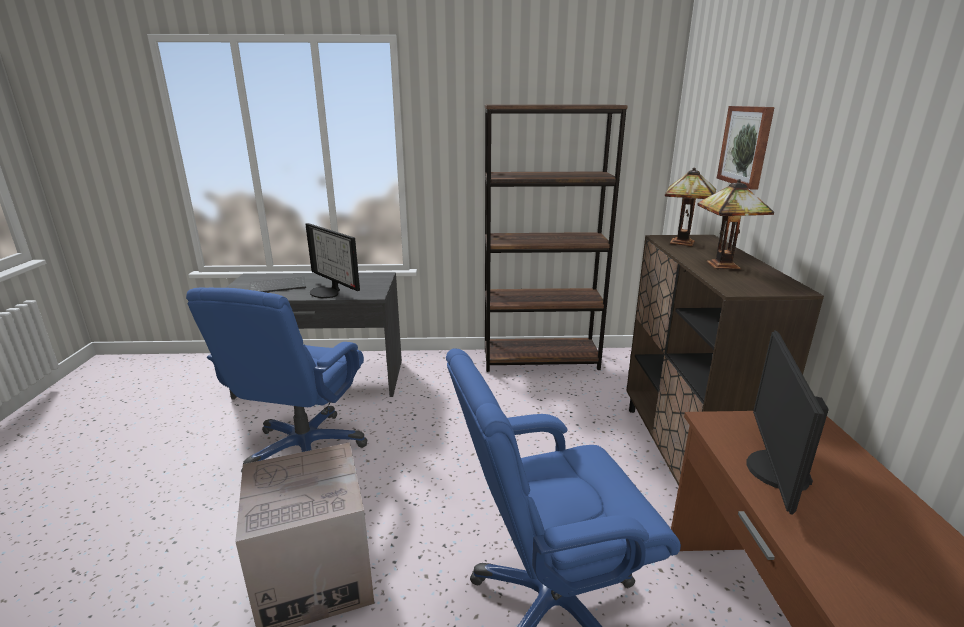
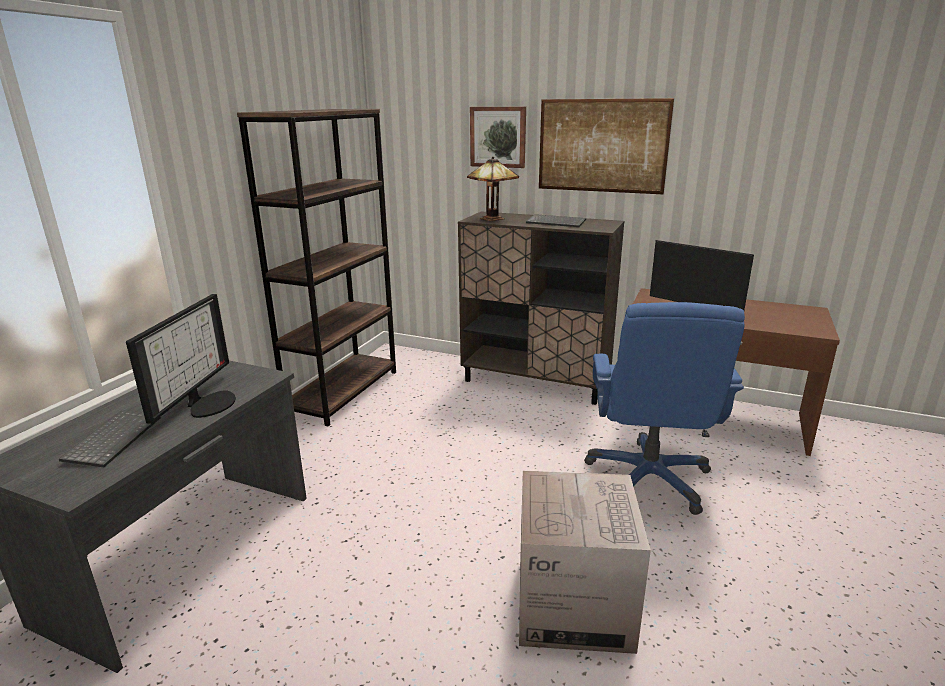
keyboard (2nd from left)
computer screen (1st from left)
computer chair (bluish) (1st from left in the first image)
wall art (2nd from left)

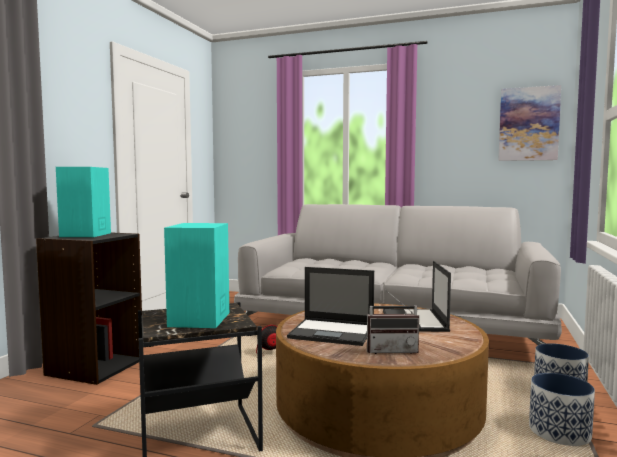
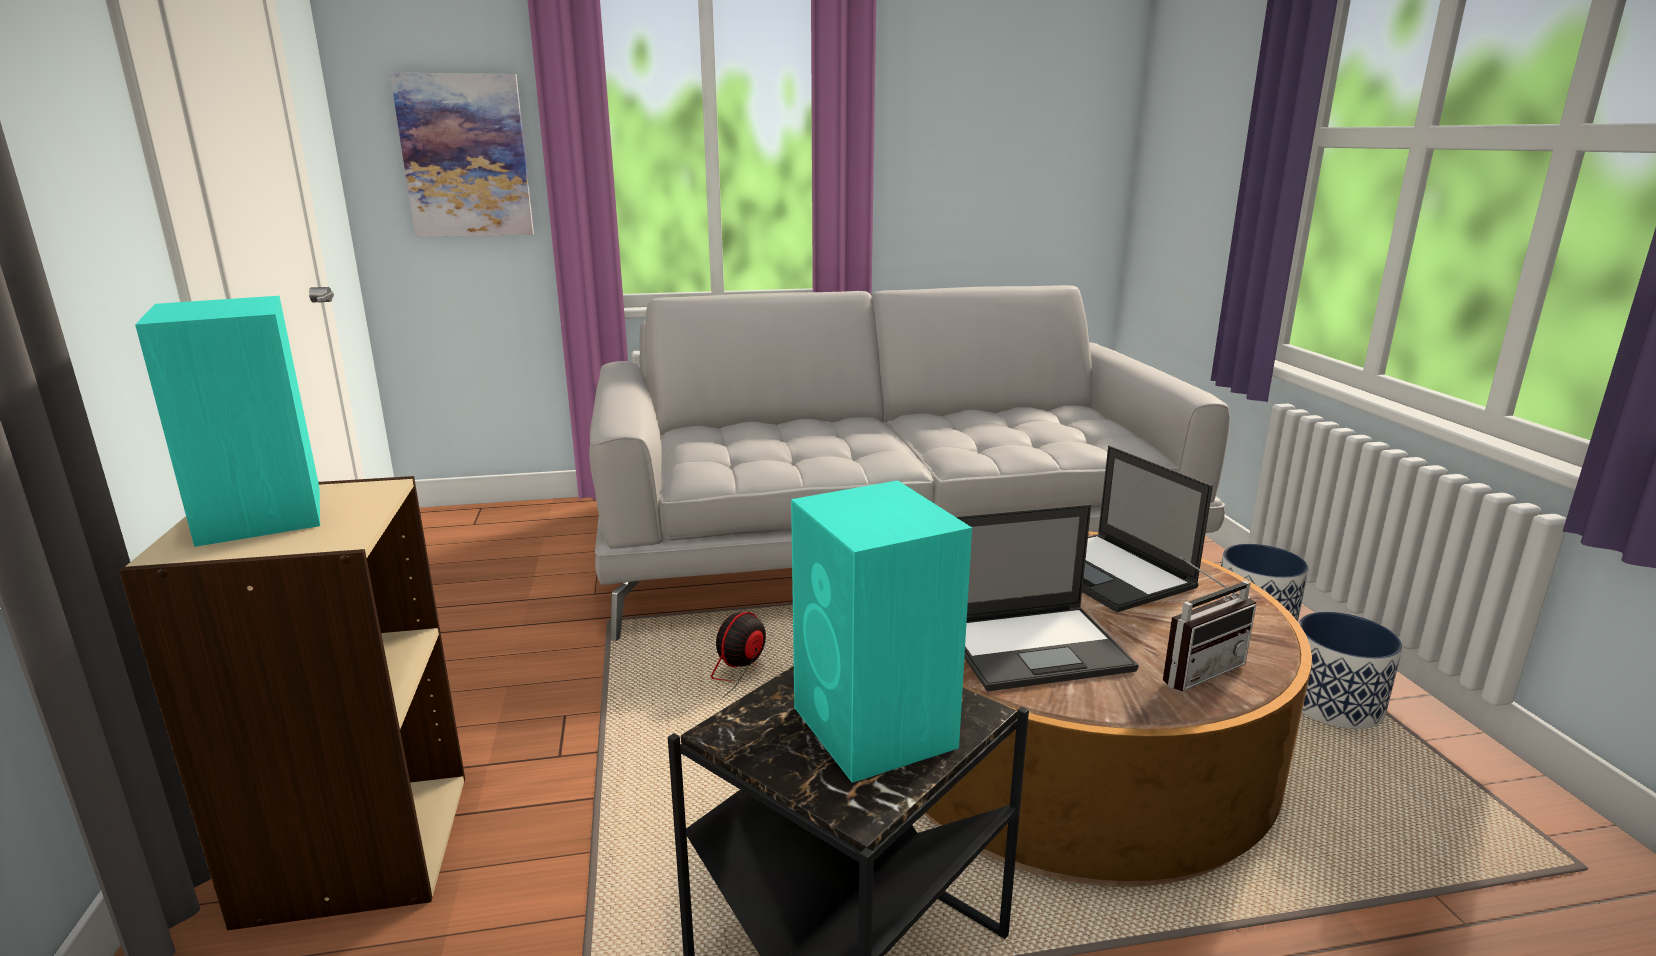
wall art
bookcase (beige-coloured)

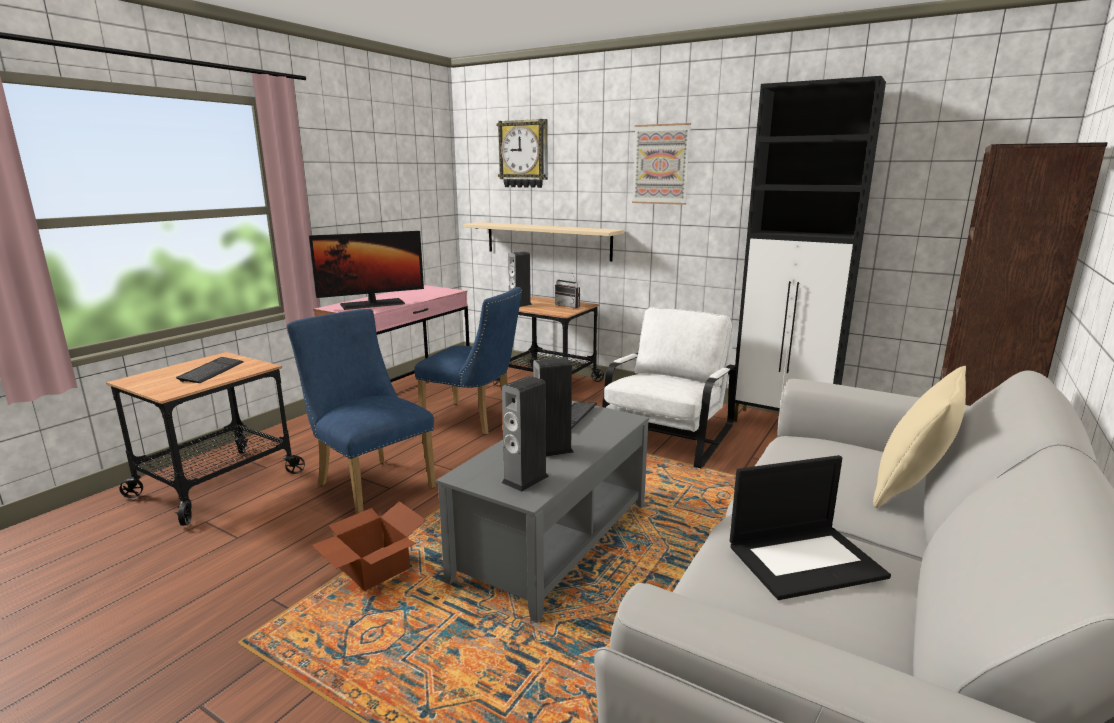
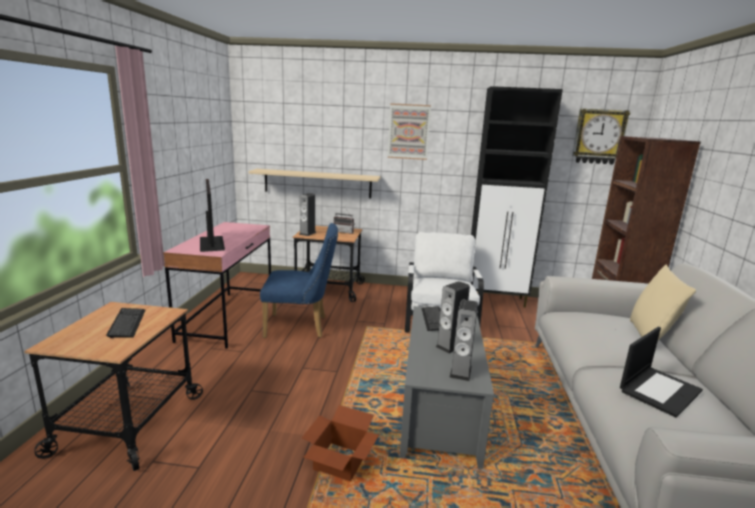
clock on the wall
computer screen
upright chair (bluish) (1st from left in the first image)

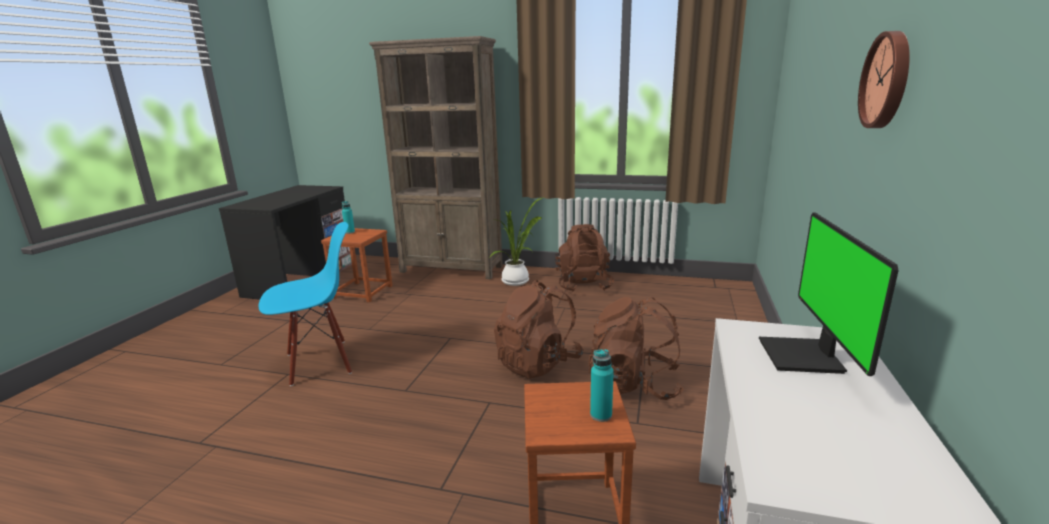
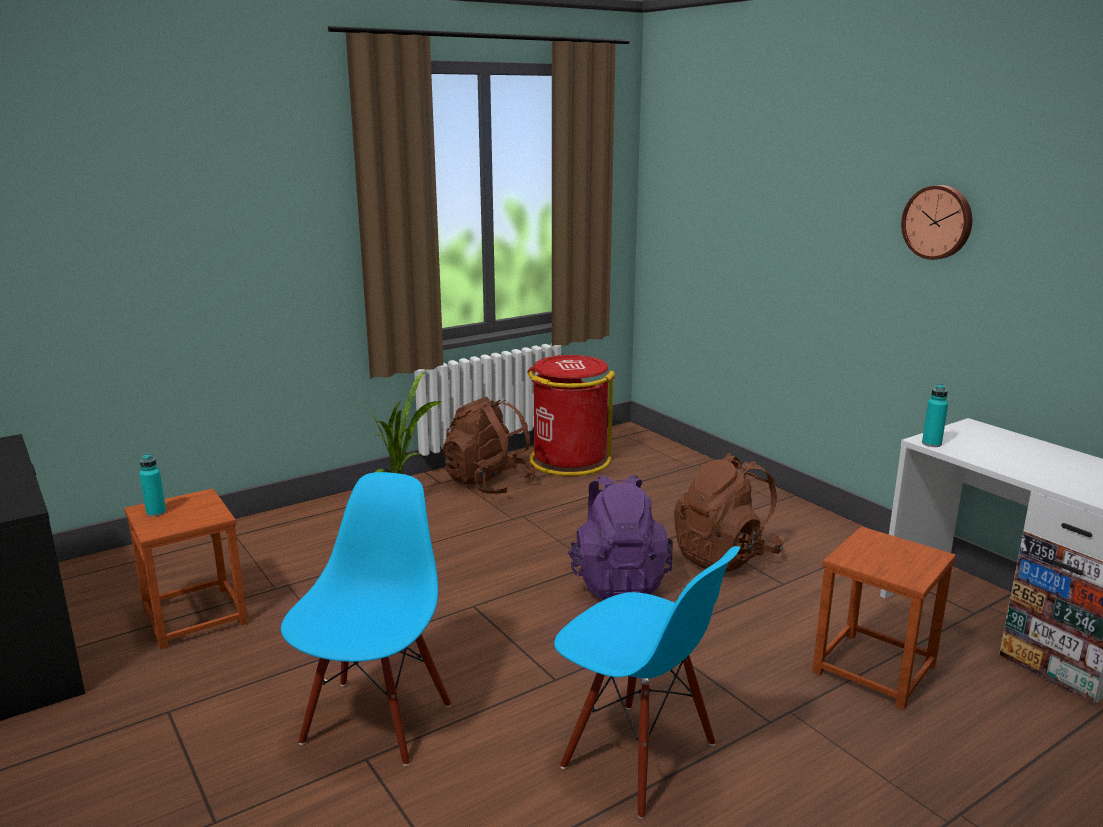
bookcase (brown)
computer screen
knapsack (purple-coloured)
drink bottle (turquoise-coloured) (2nd from left)
waste bin (reddish)
upright chair (bluish) (2nd from left)

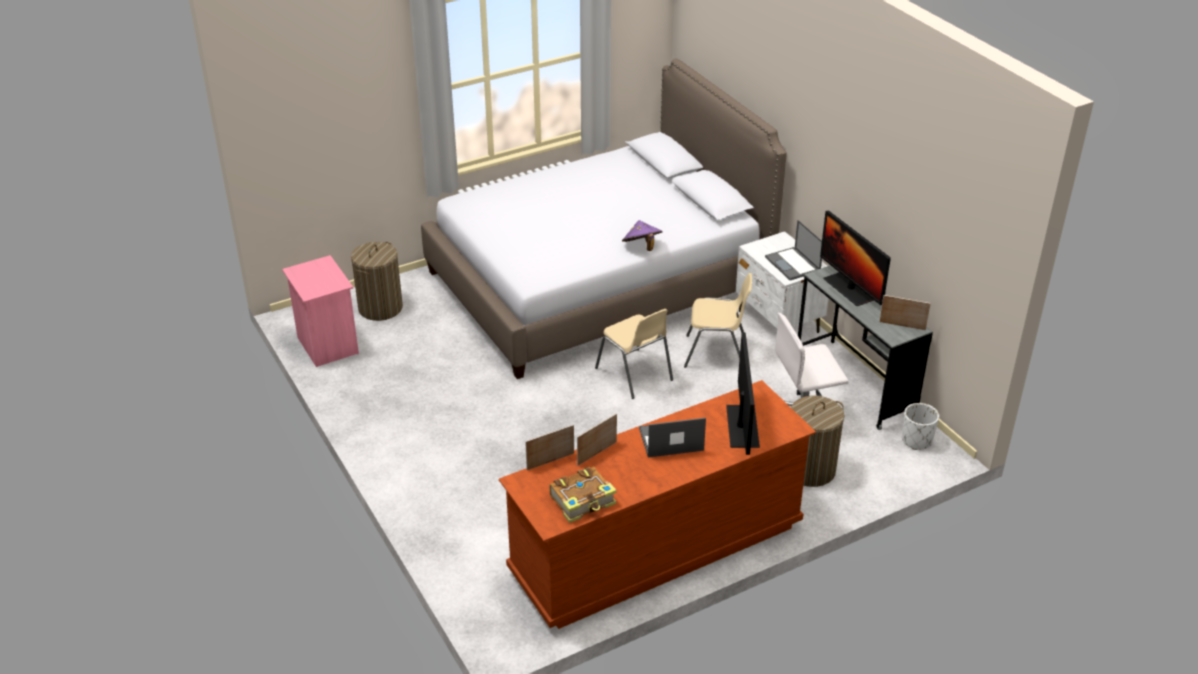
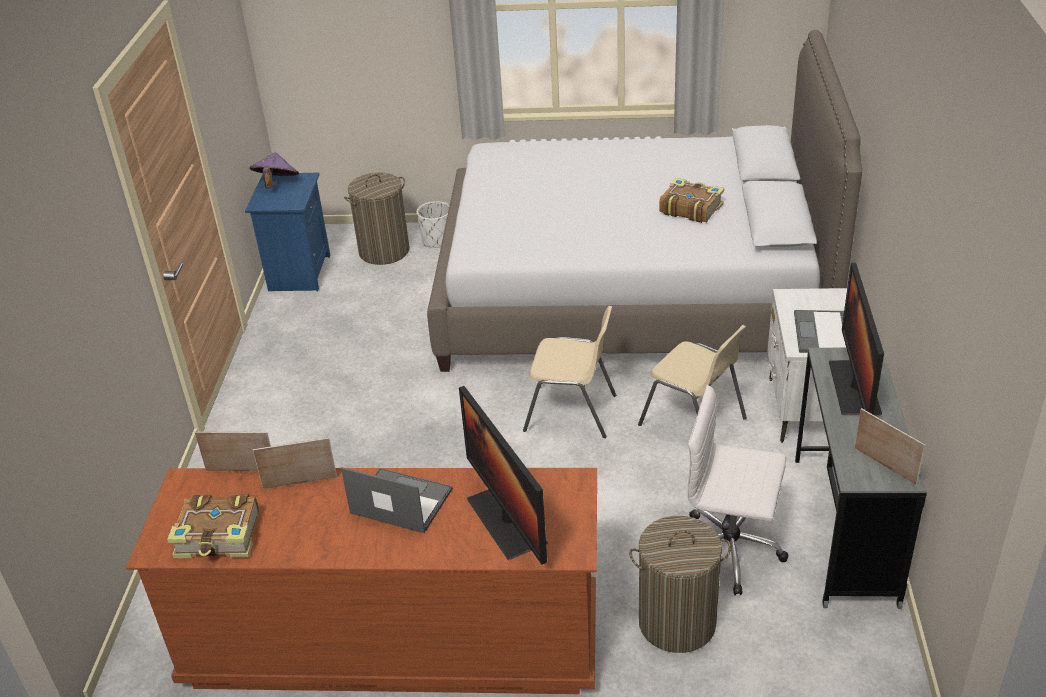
hat (purple-coloured)
night table (bluish)
upright chair (beige-coloured) (1st from left)
computer screen (1st from left)
planter (whitish)
book (2nd from left)

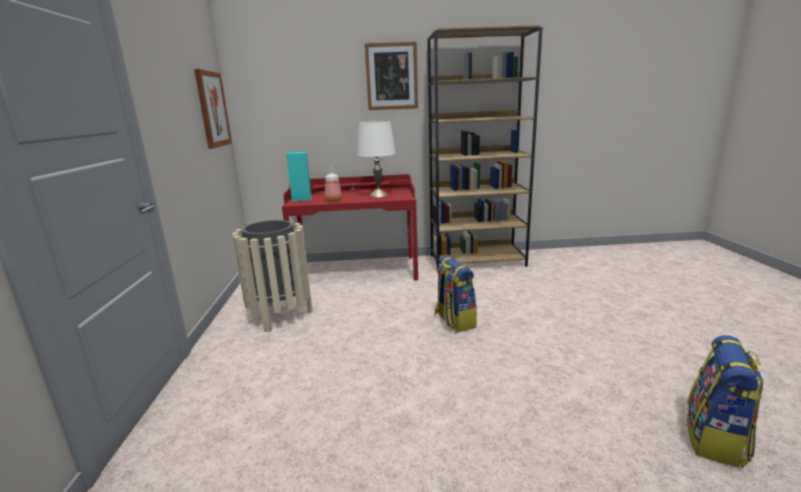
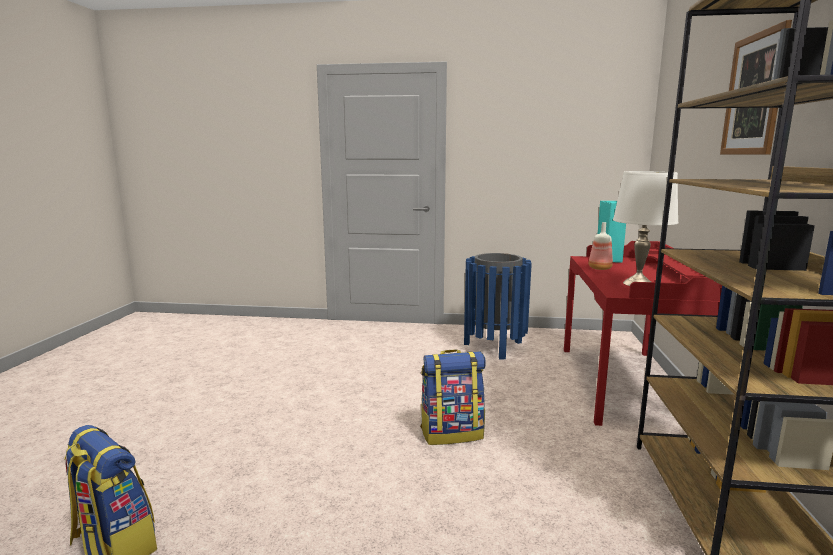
wall art (1st from left in the first image)
waste bin (bluish)

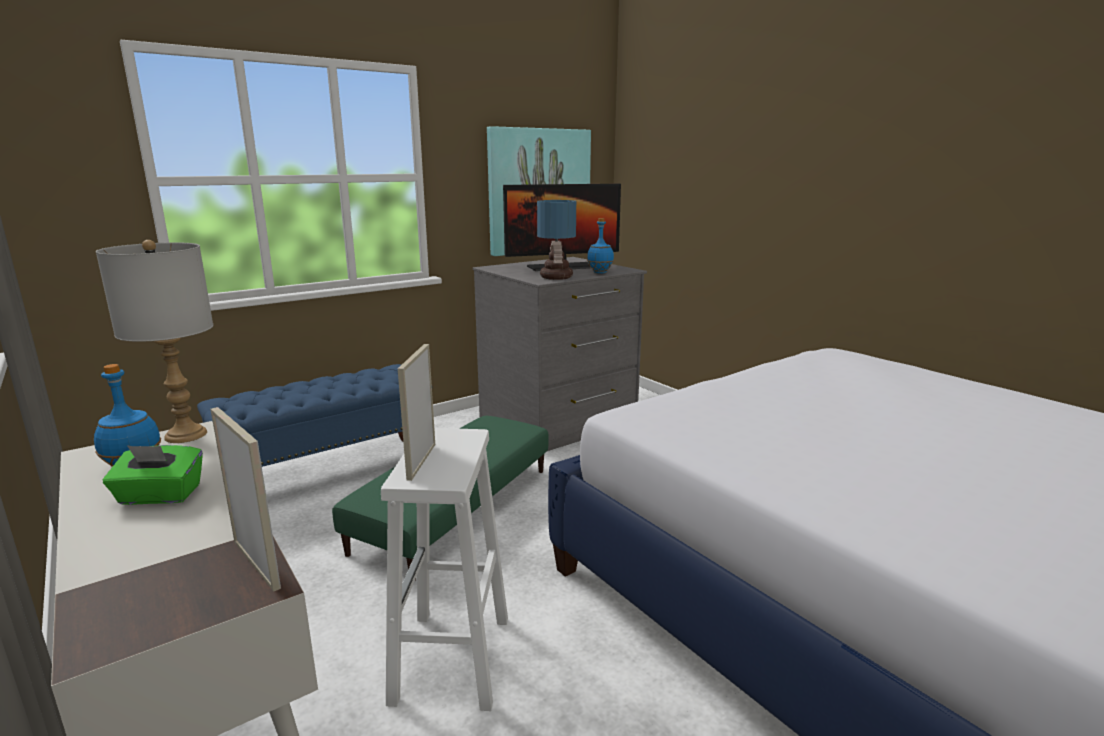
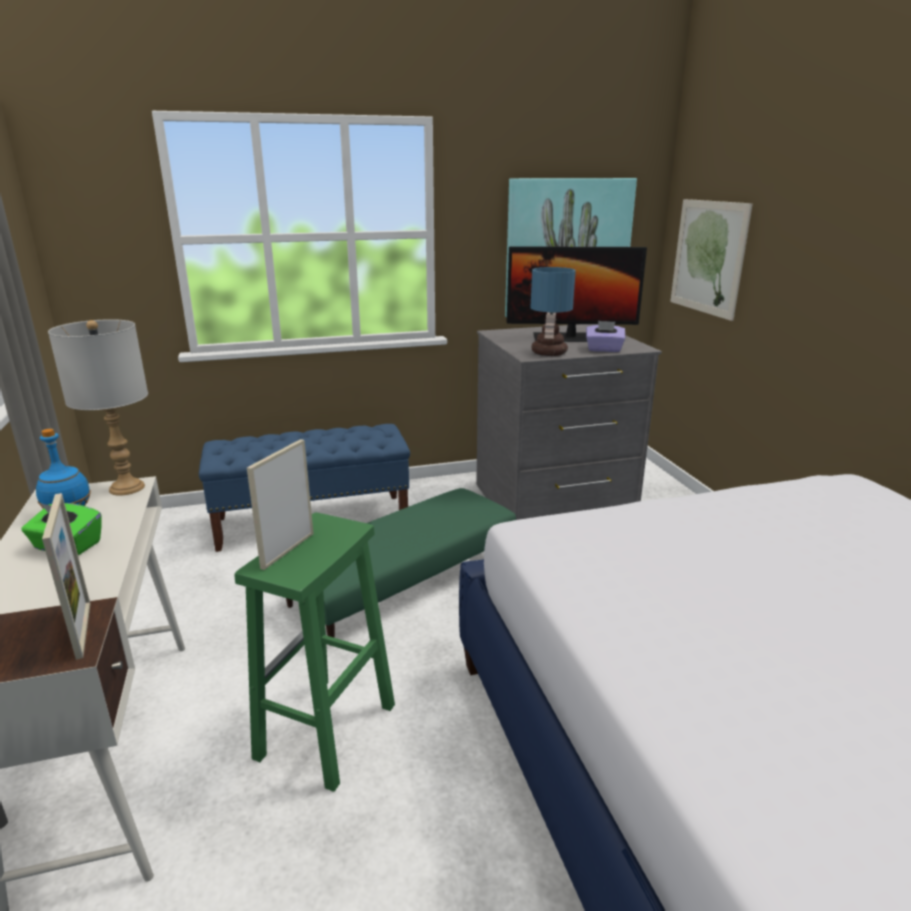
box of tissues (purple-coloured)
stool seat (greenish)
wall art (2nd from left)

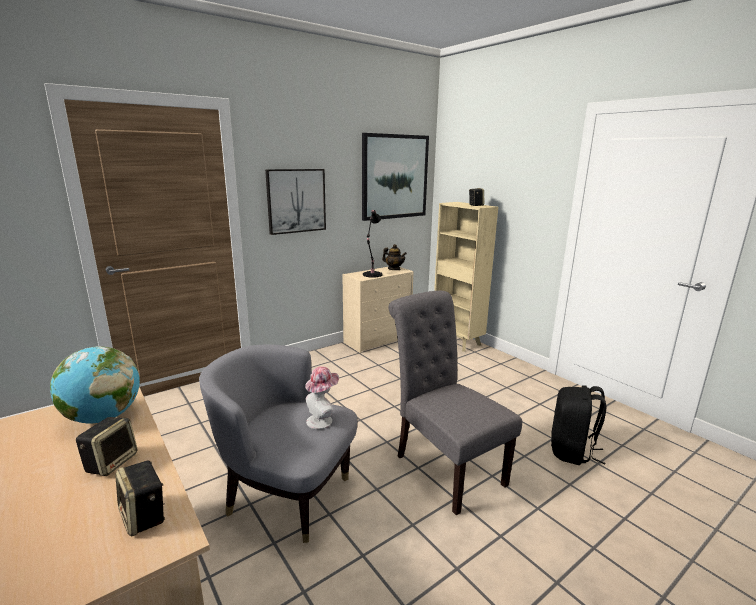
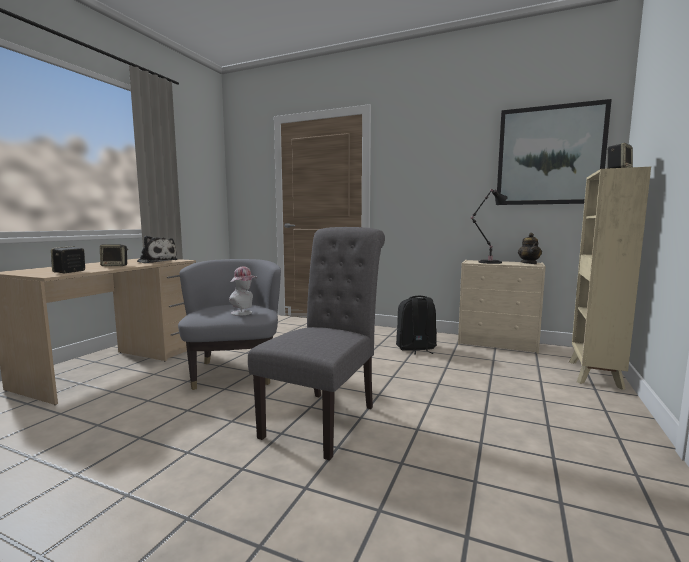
wall art (1st from left in the first image)
plush toy
knapsack (black)

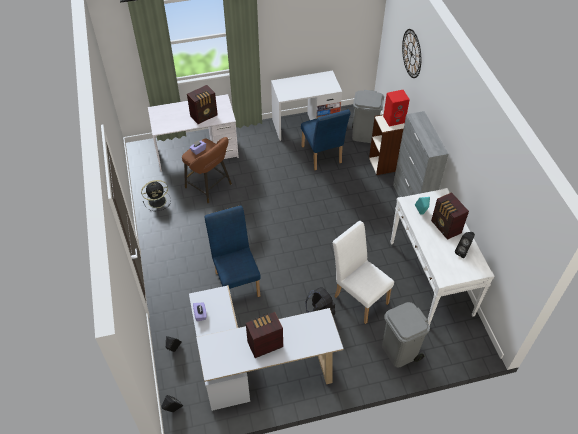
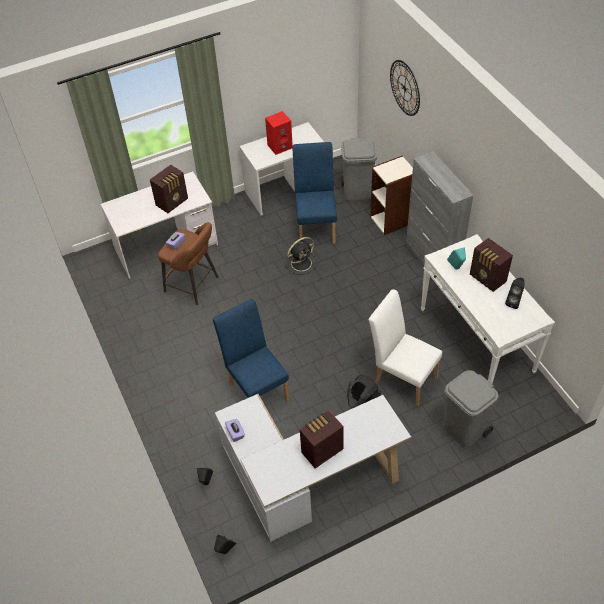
audio speaker (reddish)
upright chair (bluish) (2nd from left)
electric fan (black)

